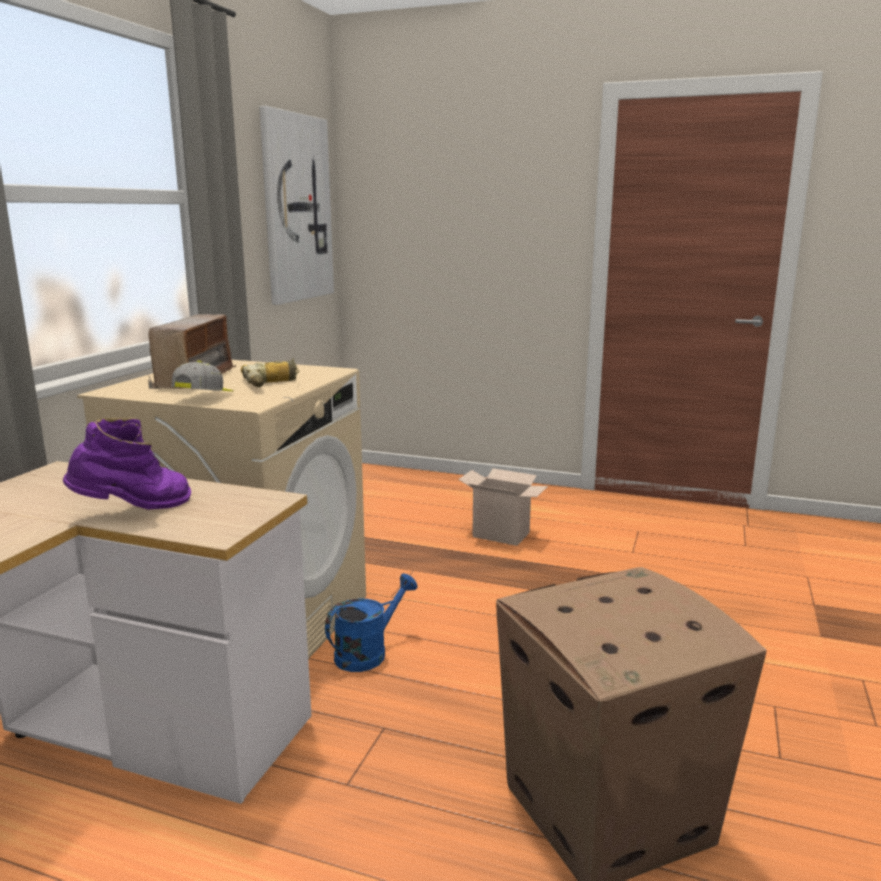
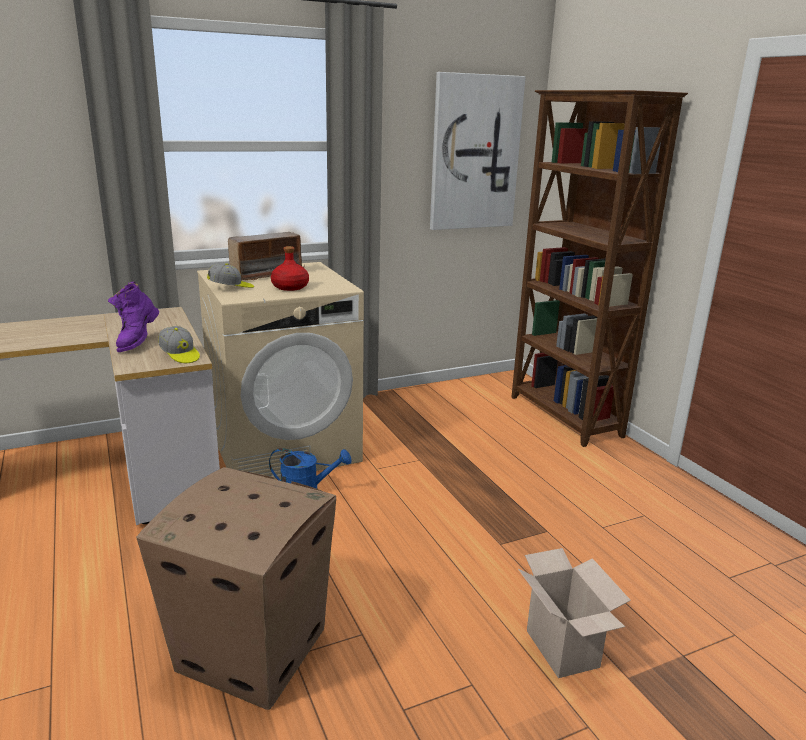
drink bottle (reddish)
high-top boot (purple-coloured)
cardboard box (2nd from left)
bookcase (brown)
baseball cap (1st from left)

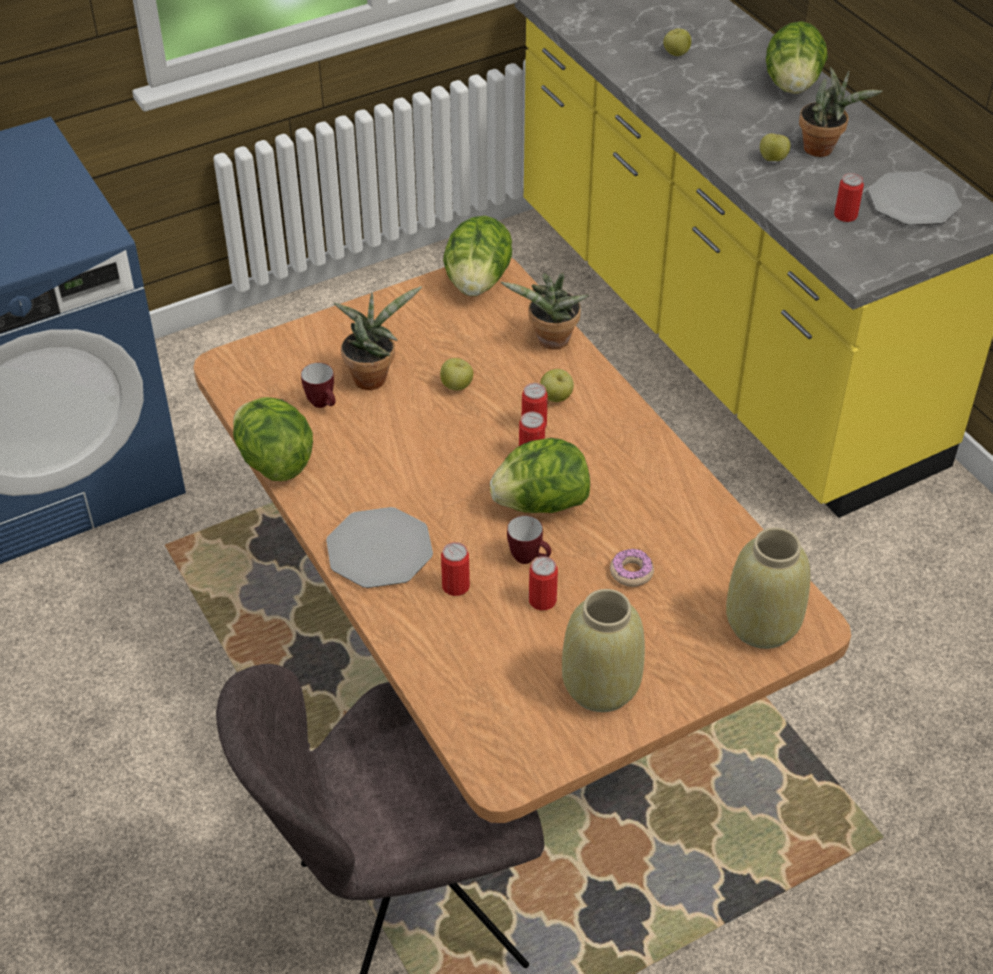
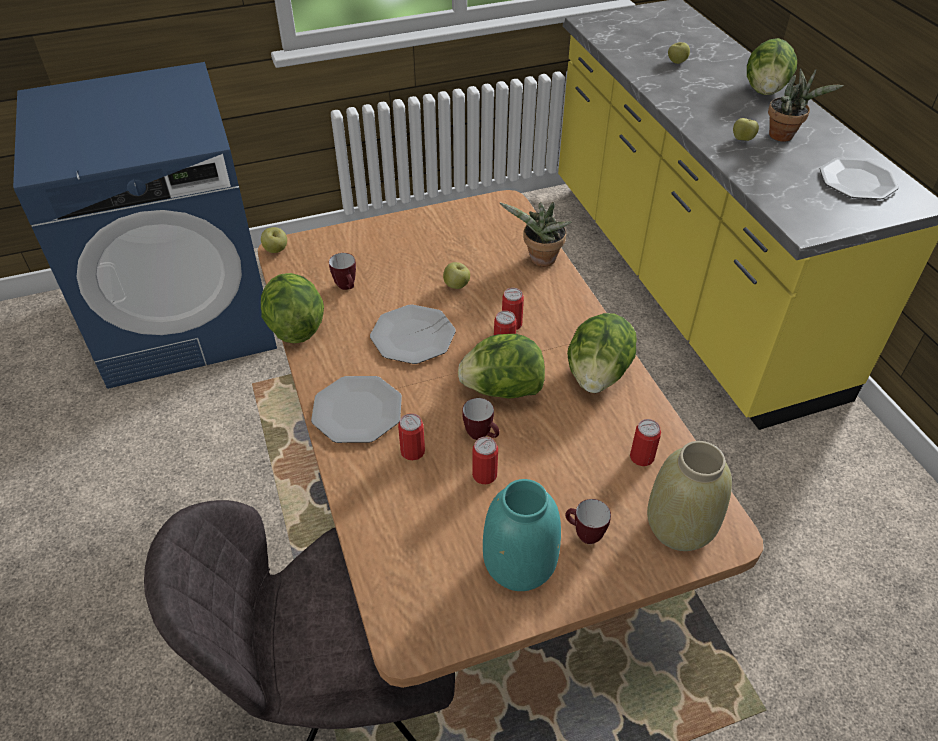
sealed can (5th from left)
head of lettuce (3rd from left)
houseplant (1st from left in the first image)
apple fruit (1st from left)
donut
decorative vase (turquoise-coloured)
flat dish (2nd from left)
mug (3rd from left)

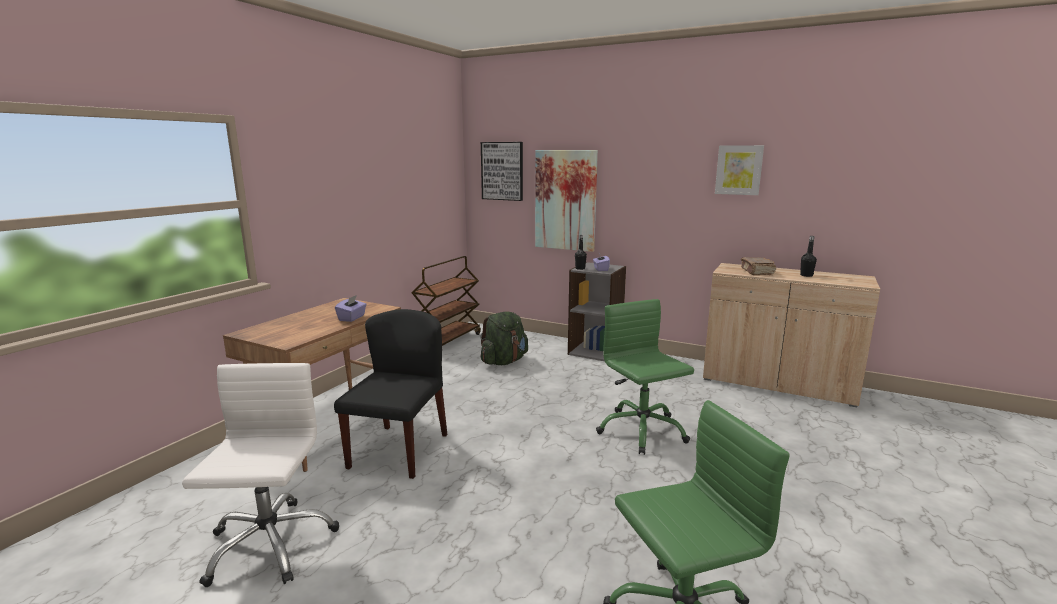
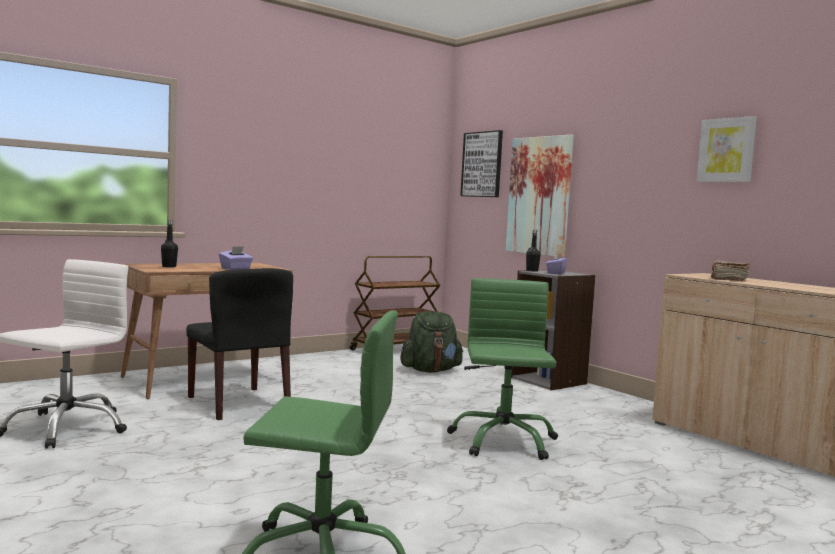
drink bottle (black) (1st from left)
upright chair (black)

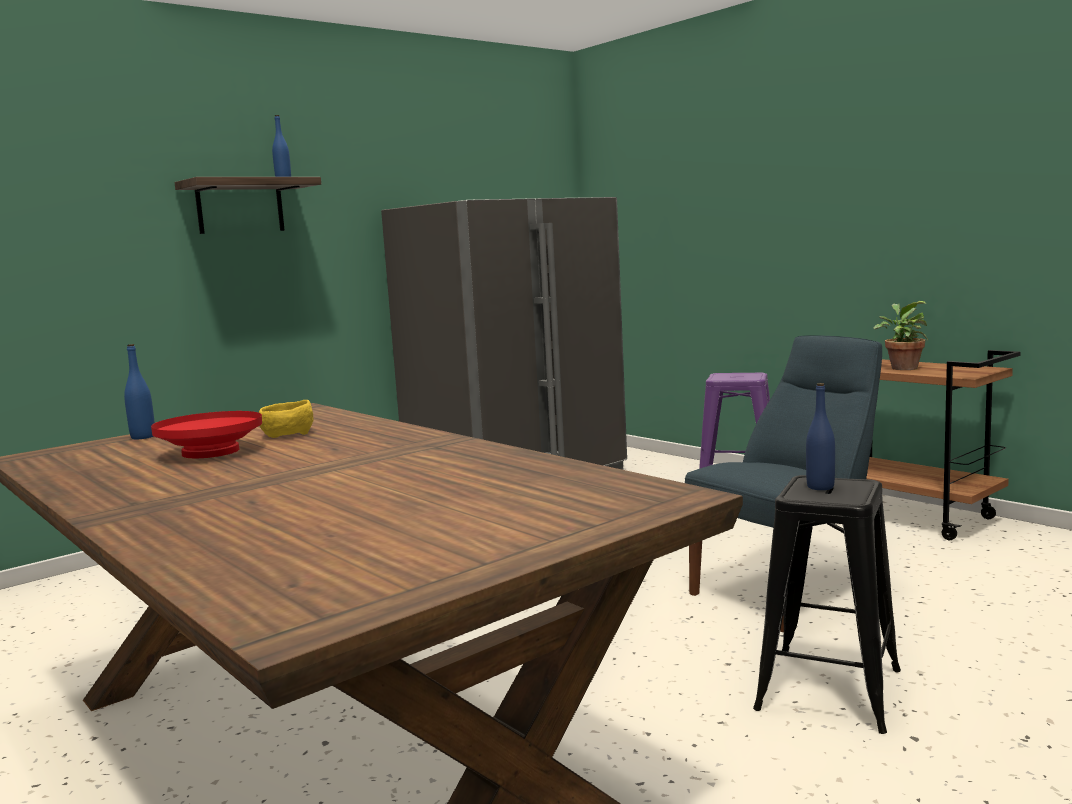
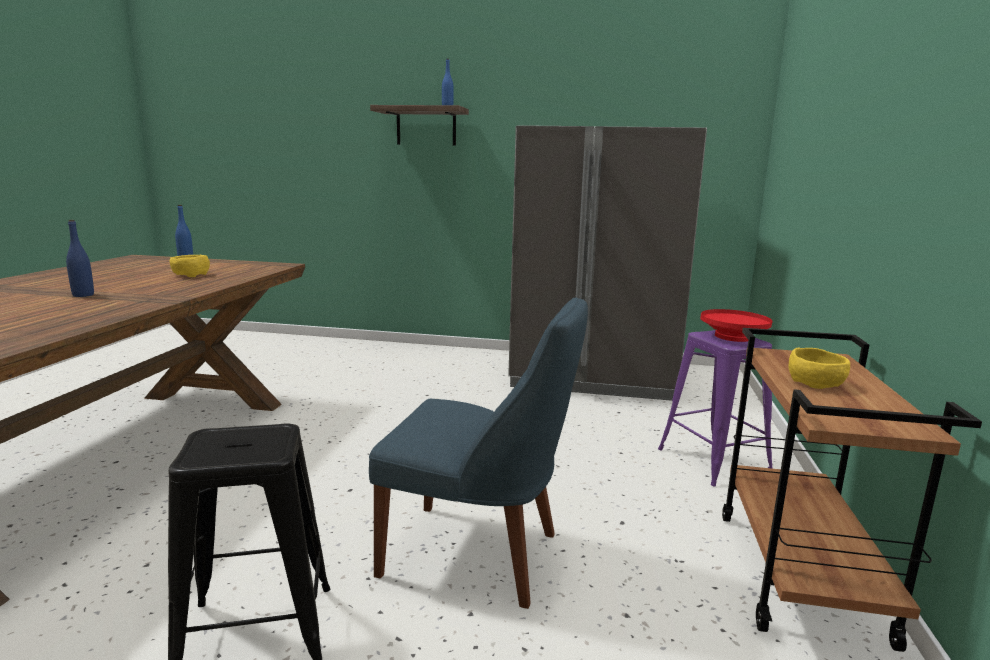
serving bowl (yellow-coloured) (2nd from left)
drink bottle (bluish) (1st from left)
serving bowl (reddish)

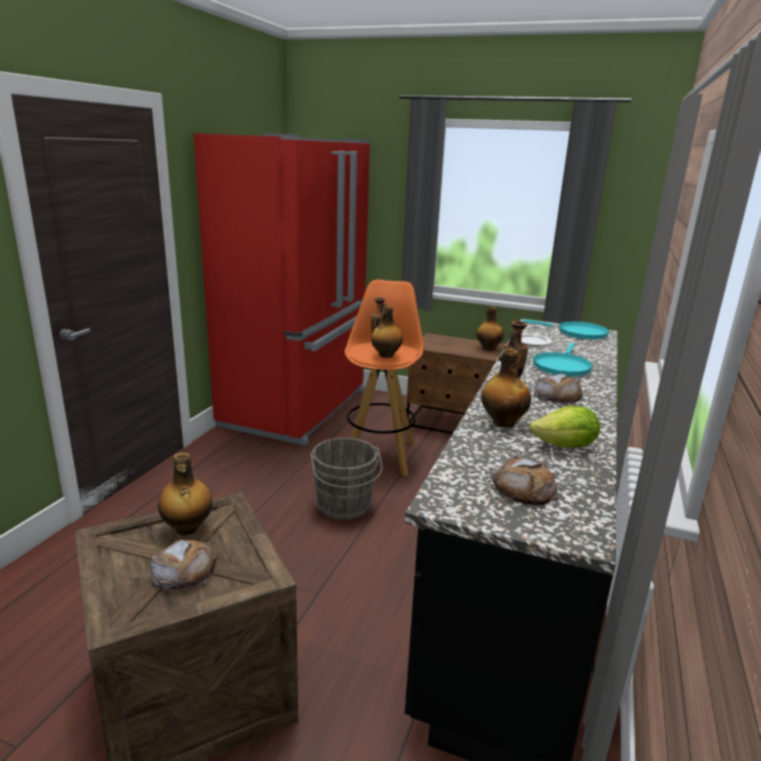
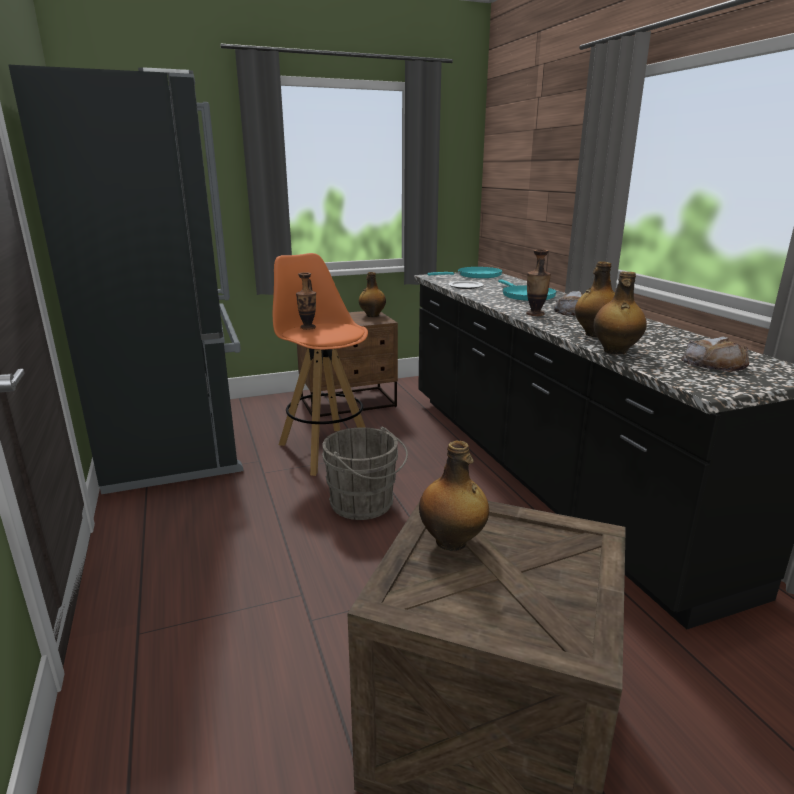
fridge (black)
drink bottle (4th from left)
head of lettuce
bread (1st from left in the first image)

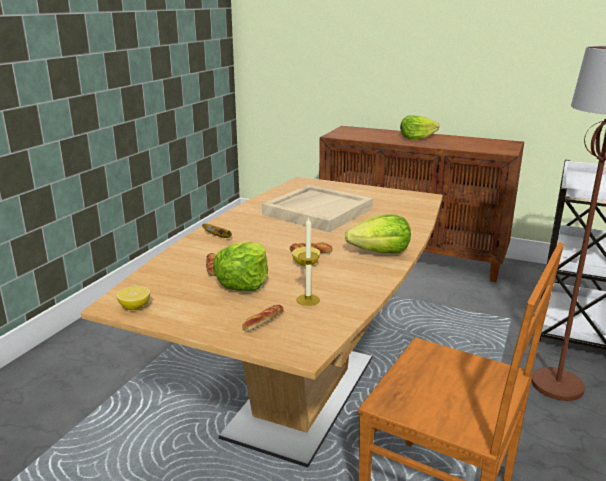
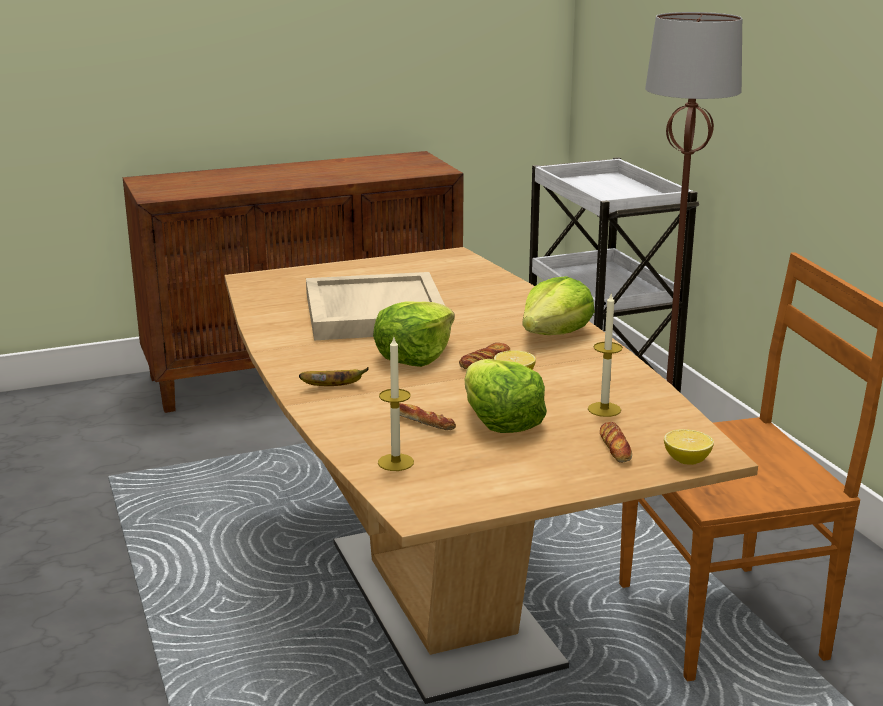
head of lettuce (1st from left)
whole lemon (2nd from left)
wax light (1st from left)

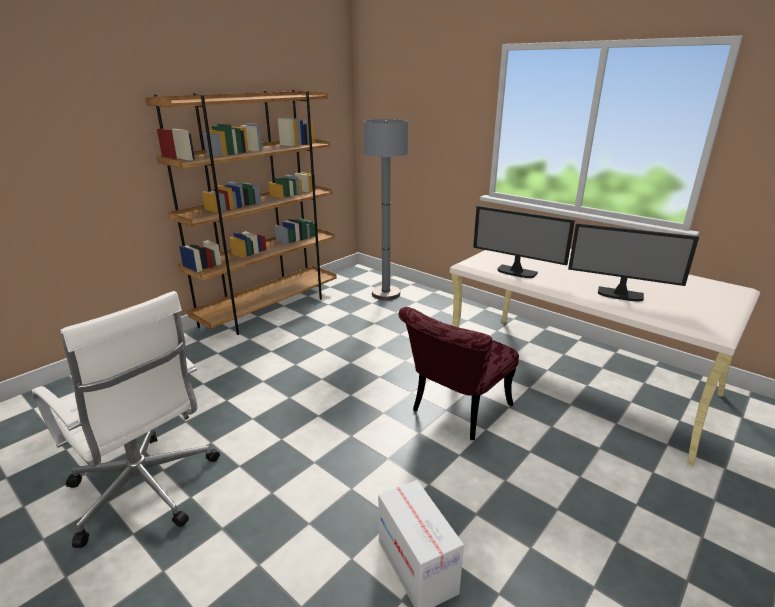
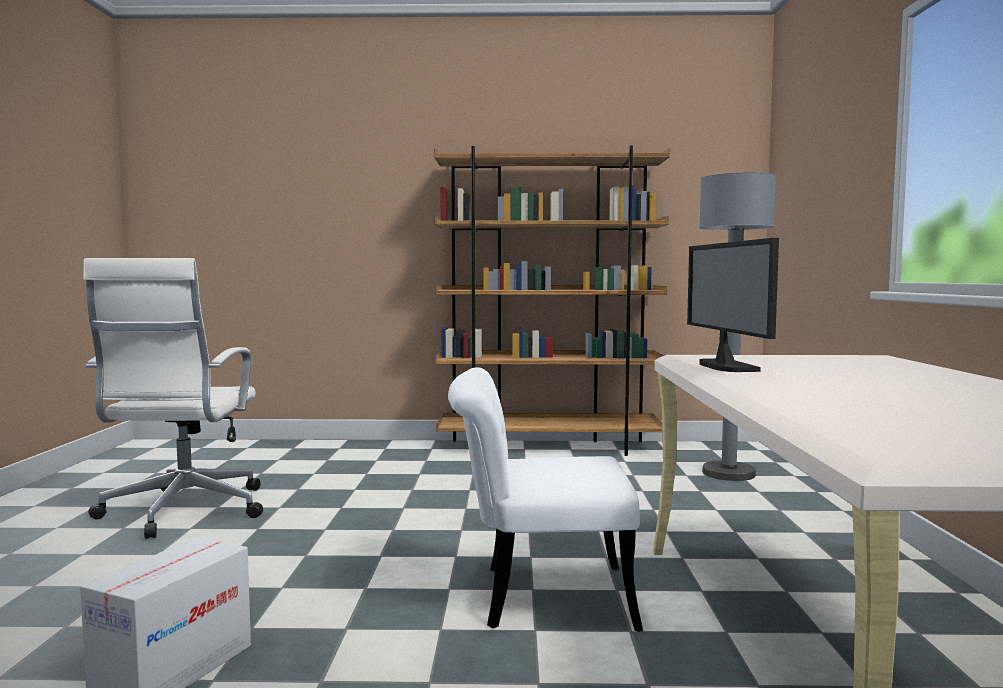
computer screen (2nd from left in the first image)
upright chair (whitish)

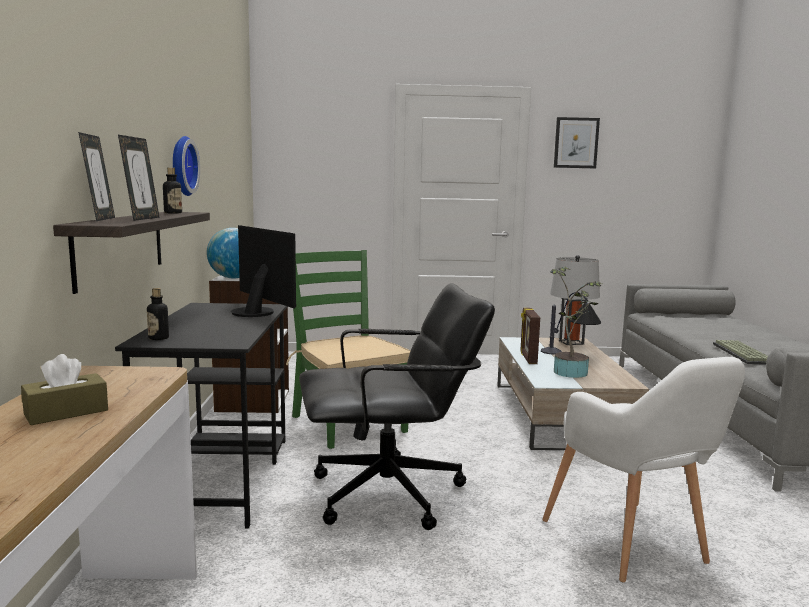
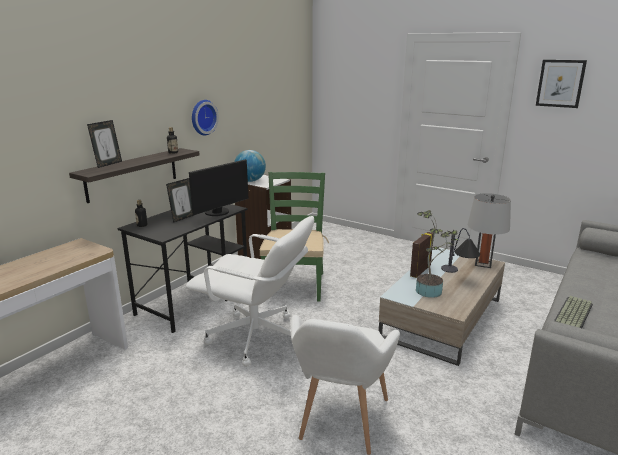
photo frame (2nd from left)
computer screen
computer chair (whitish)
box of tissues (brown)

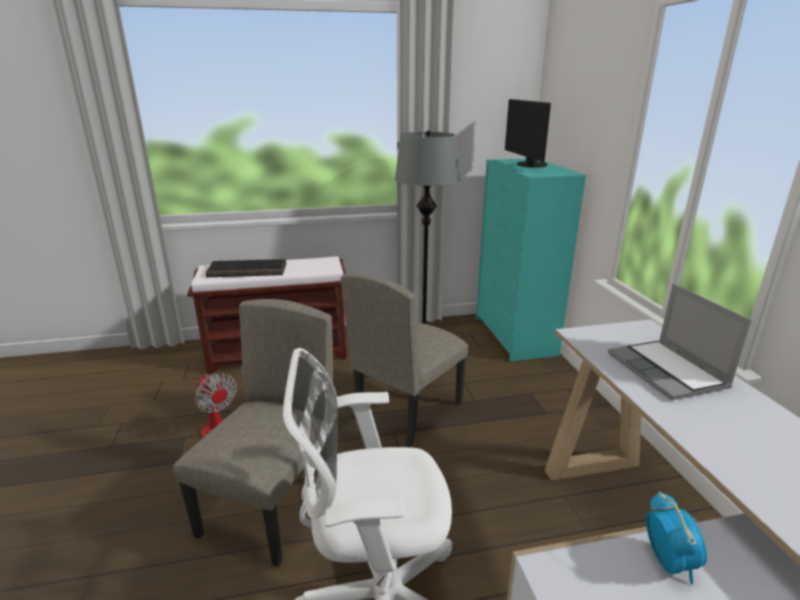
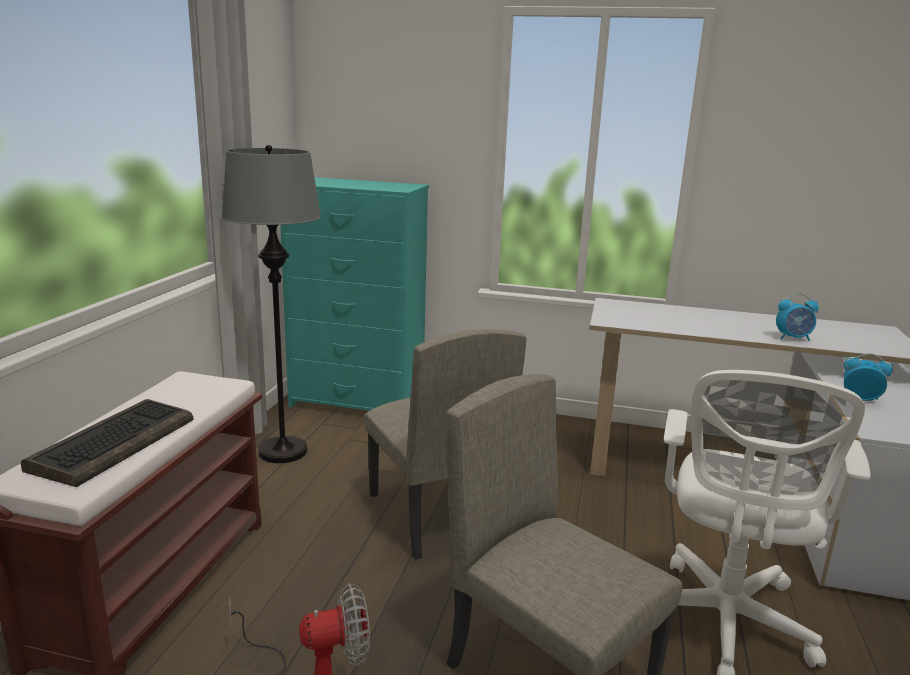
computer screen
notebook computer
bedside clock (1st from left)

